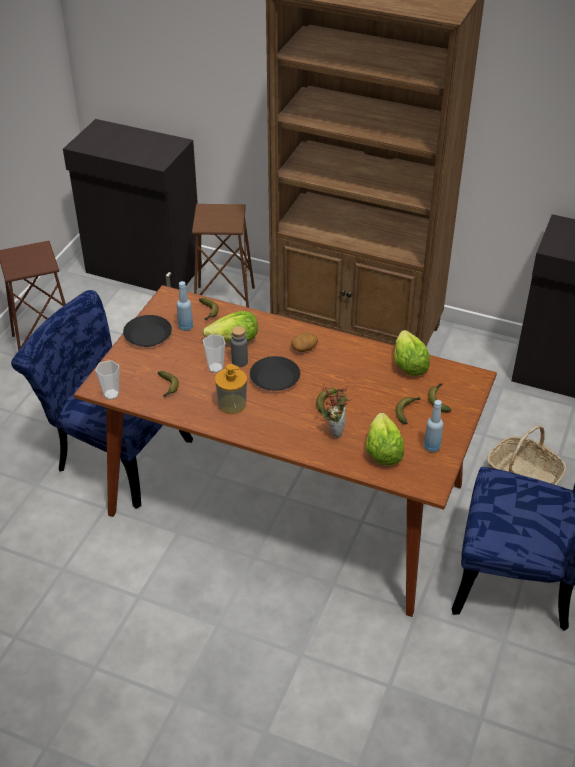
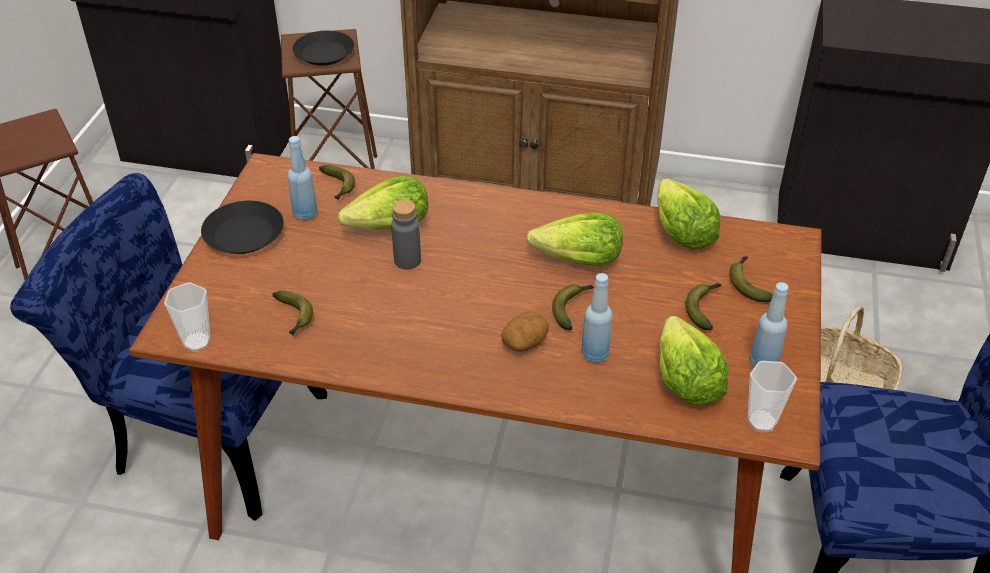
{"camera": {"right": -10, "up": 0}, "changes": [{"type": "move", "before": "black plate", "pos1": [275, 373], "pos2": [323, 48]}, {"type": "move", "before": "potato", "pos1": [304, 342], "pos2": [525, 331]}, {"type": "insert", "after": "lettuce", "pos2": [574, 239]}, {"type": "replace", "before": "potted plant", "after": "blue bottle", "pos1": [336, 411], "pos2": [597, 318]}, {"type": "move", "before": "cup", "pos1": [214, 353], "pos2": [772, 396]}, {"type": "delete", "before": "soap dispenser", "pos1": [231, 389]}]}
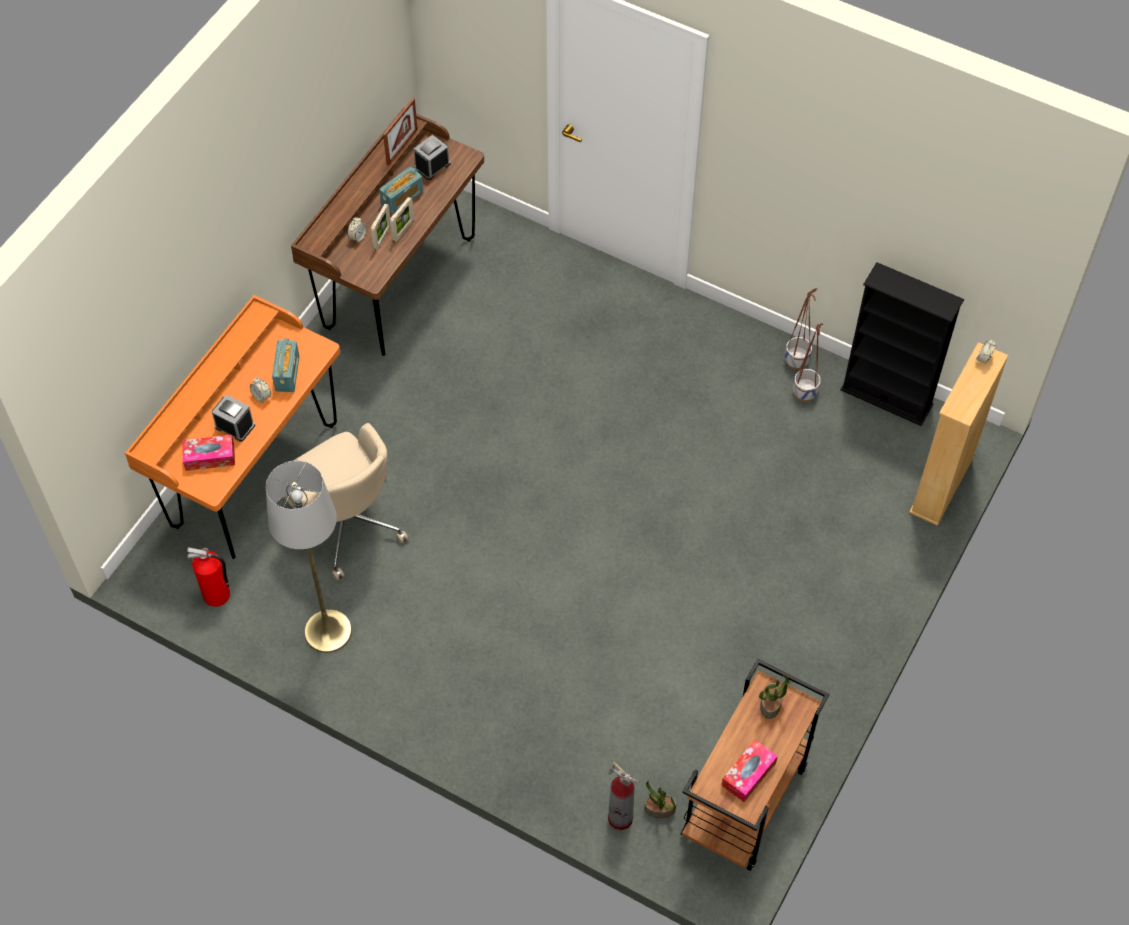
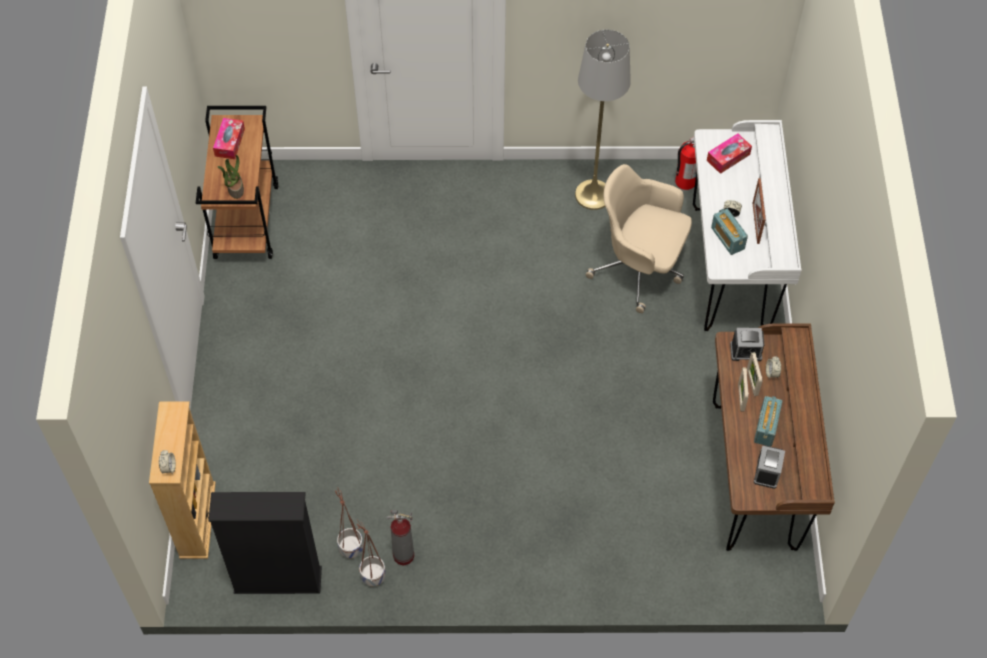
{"camera": {"right": 150, "up": 0}, "changes": [{"type": "move", "before": "fire extinguisher", "pos1": [623, 796], "pos2": [400, 538]}, {"type": "recolor", "before": "orange desk", "after": "white desk", "pos1": [232, 427], "pos2": [747, 225]}, {"type": "move", "before": "alarm clock", "pos1": [233, 418], "pos2": [747, 344]}, {"type": "move", "before": "picture frame", "pos1": [400, 131], "pos2": [759, 211]}, {"type": "delete", "before": "potted plant", "pos1": [660, 799]}]}
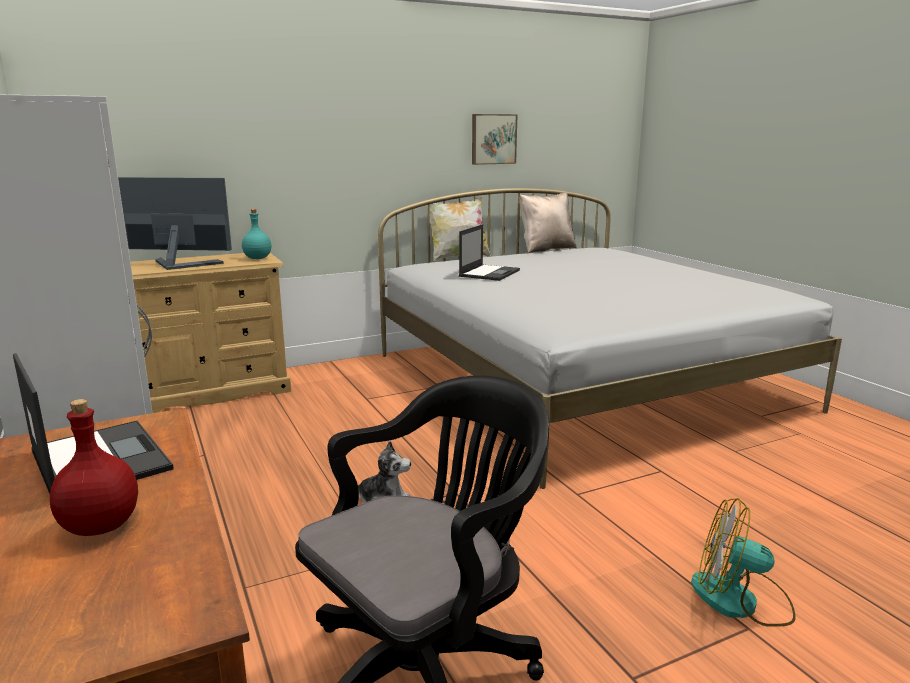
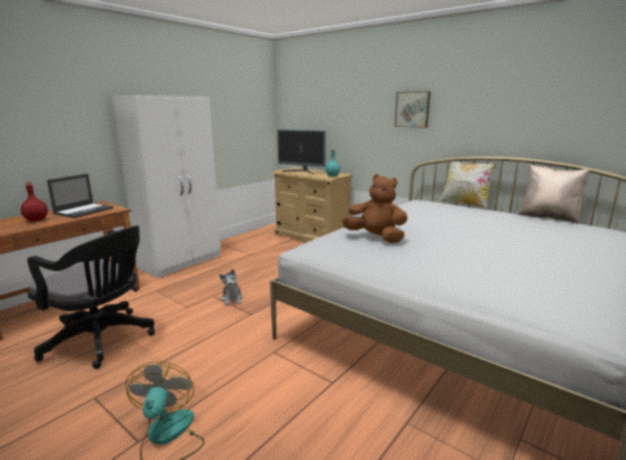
{"camera": {"right": 65, "up": 0}, "changes": [{"type": "rotate", "before": "monitor", "pos1": [175, 223], "pos2": [301, 152], "turn": 135}, {"type": "insert", "after": "brown plush toy", "pos2": [375, 208]}, {"type": "move", "before": "picture", "pos1": [494, 139], "pos2": [413, 109]}, {"type": "delete", "before": "laptop", "pos1": [489, 252]}]}
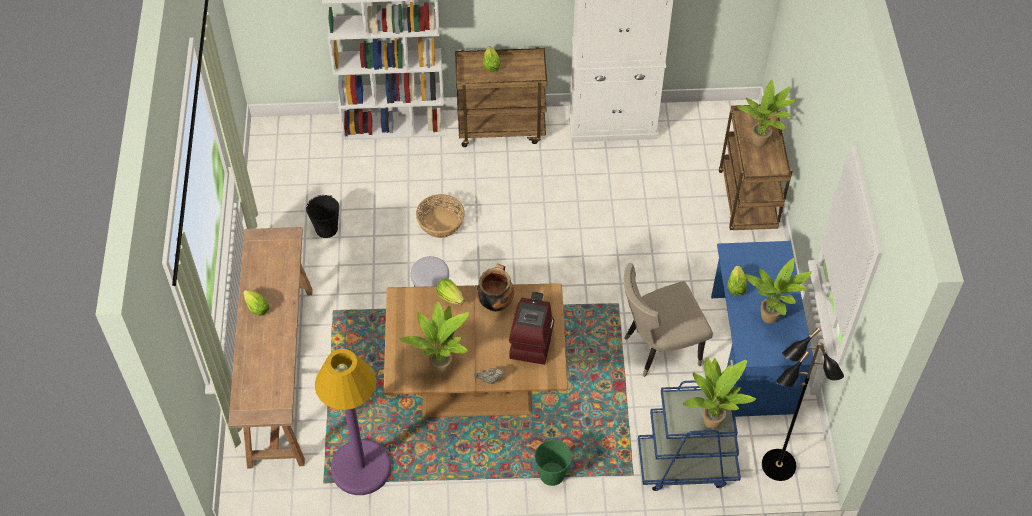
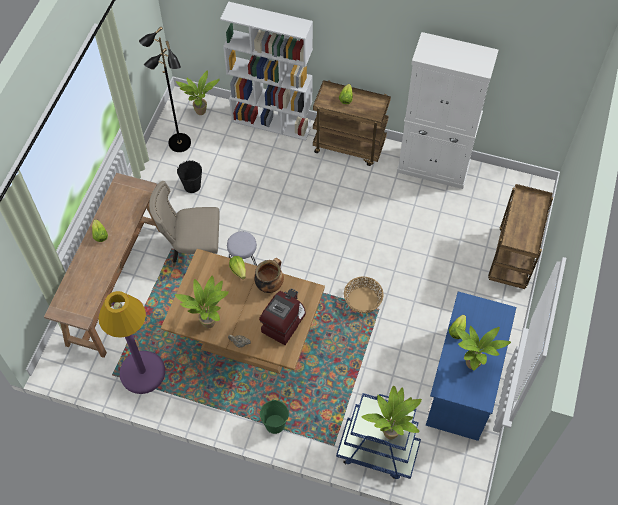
{"camera": {"right": 20, "up": 5}, "changes": [{"type": "move", "before": "black floor lamp", "pos1": [803, 404], "pos2": [165, 89]}, {"type": "move", "before": "beige chair", "pos1": [668, 320], "pos2": [184, 224]}, {"type": "move", "before": "potted plant", "pos1": [766, 113], "pos2": [198, 92]}, {"type": "move", "before": "basket", "pos1": [440, 216], "pos2": [364, 294]}]}
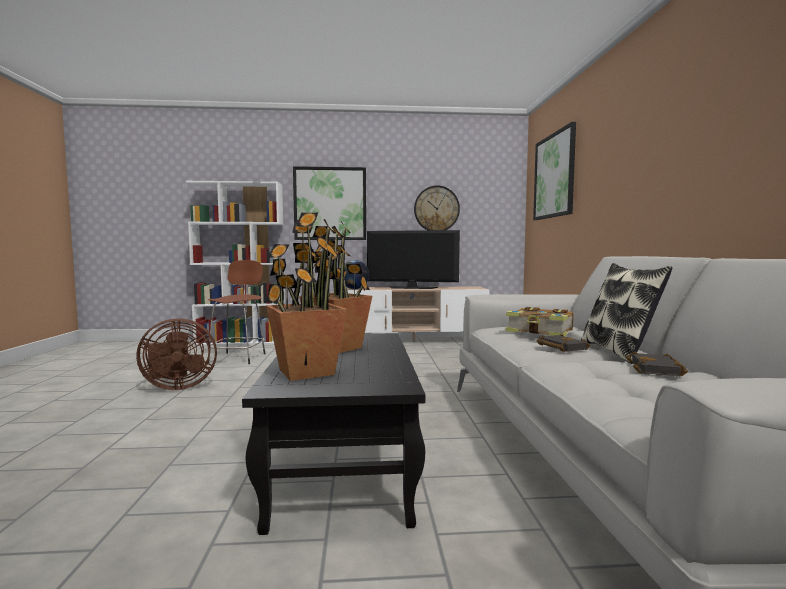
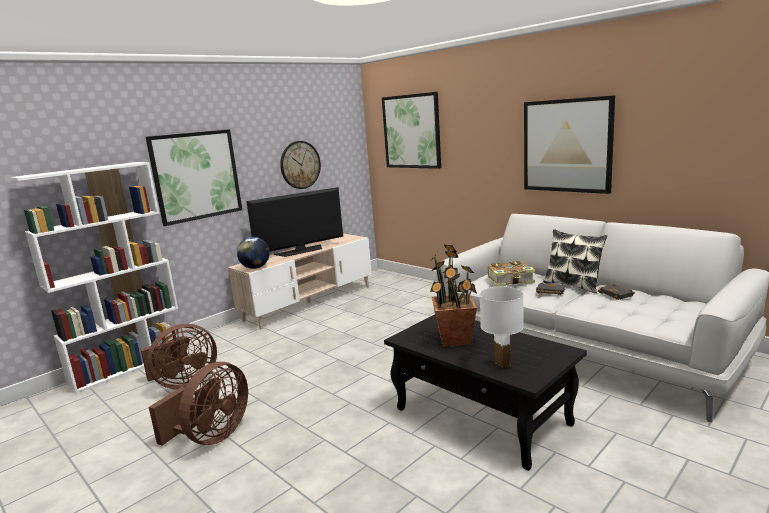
{"camera": {"right": -40, "up": 10}, "changes": [{"type": "replace", "before": "brown stool", "after": "brown fan", "pos1": [236, 312], "pos2": [178, 357]}, {"type": "replace", "before": "potted plant", "after": "white table lamp", "pos1": [306, 297], "pos2": [502, 327]}, {"type": "insert", "after": "picture", "pos2": [569, 144]}]}
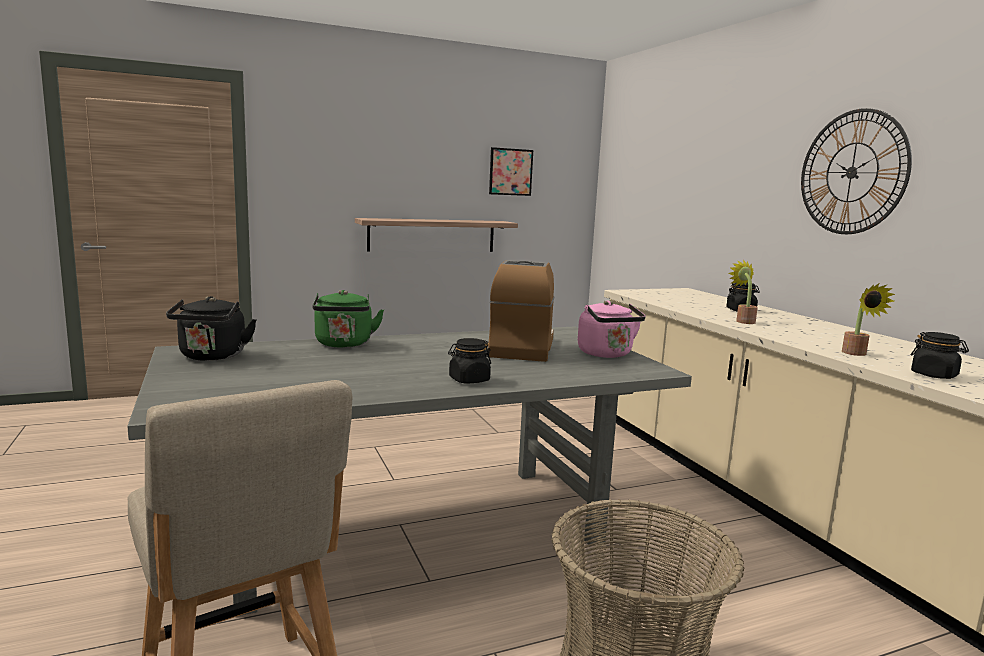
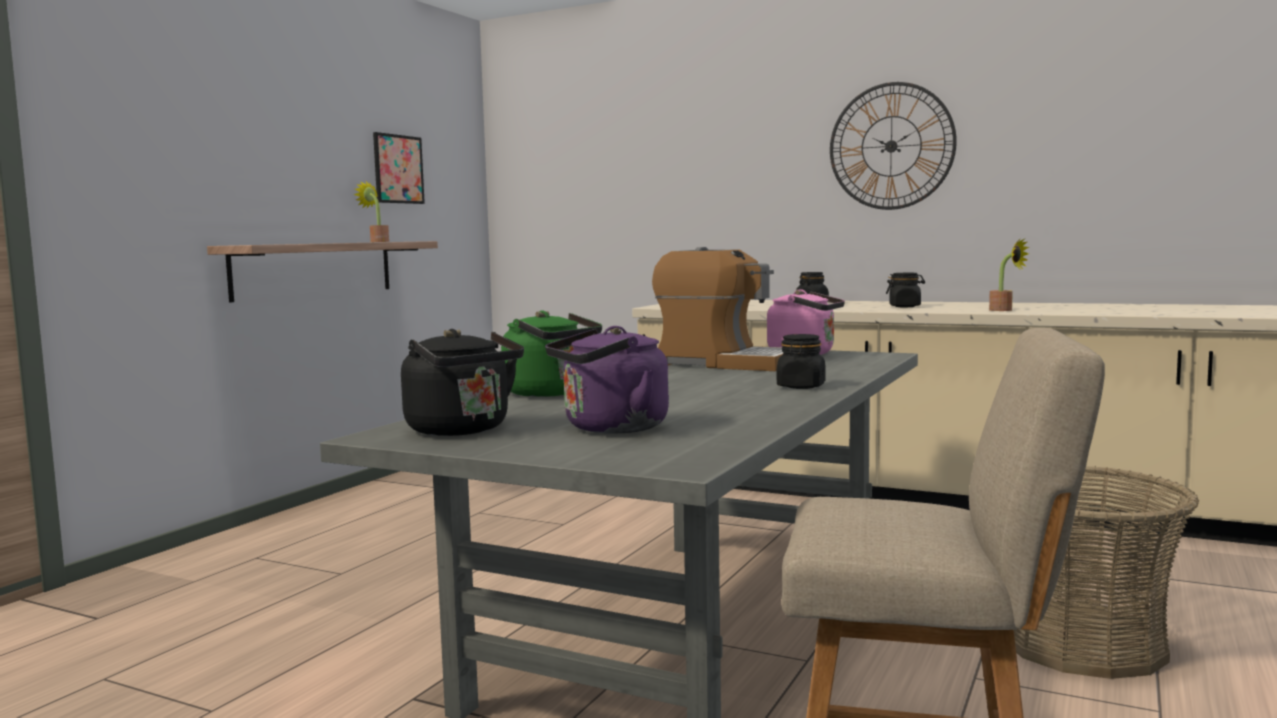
{"camera": {"right": -40, "up": -5}, "changes": [{"type": "move", "before": "potted plant", "pos1": [743, 292], "pos2": [371, 211]}, {"type": "insert", "after": "purple kettle", "pos2": [607, 380]}, {"type": "rotate", "before": "coffee machine", "pos1": [521, 311], "pos2": [717, 309], "turn": 150}, {"type": "move", "before": "black jar", "pos1": [940, 355], "pos2": [905, 290]}]}
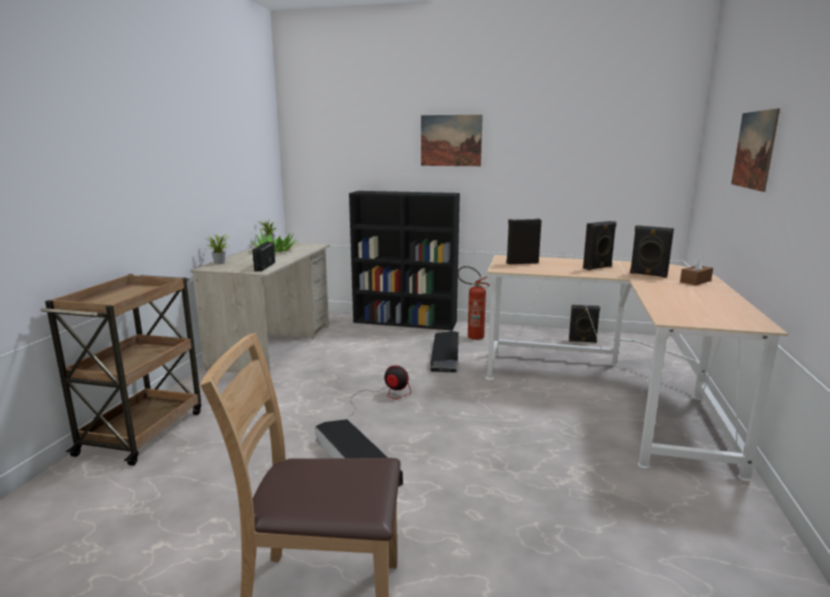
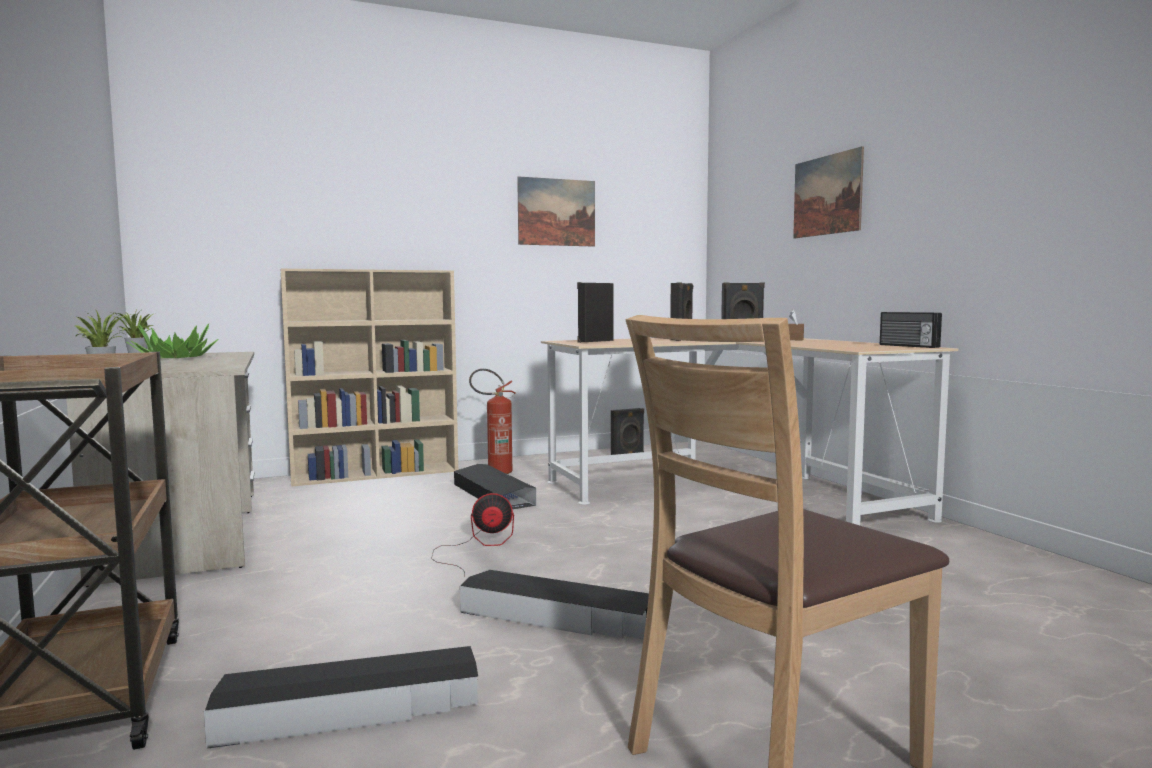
{"camera": {"right": -35, "up": -10}, "changes": [{"type": "insert", "after": "black storage box", "pos2": [341, 697]}, {"type": "recolor", "before": "black bookcase", "after": "beige bookcase", "pos1": [404, 261], "pos2": [369, 378]}, {"type": "move", "before": "picture", "pos1": [452, 140], "pos2": [556, 211]}, {"type": "move", "before": "radio", "pos1": [263, 256], "pos2": [911, 330]}]}
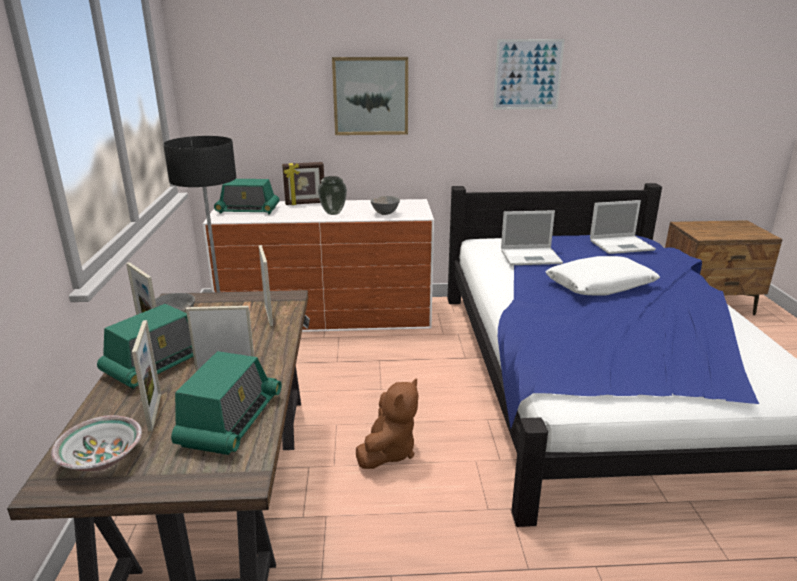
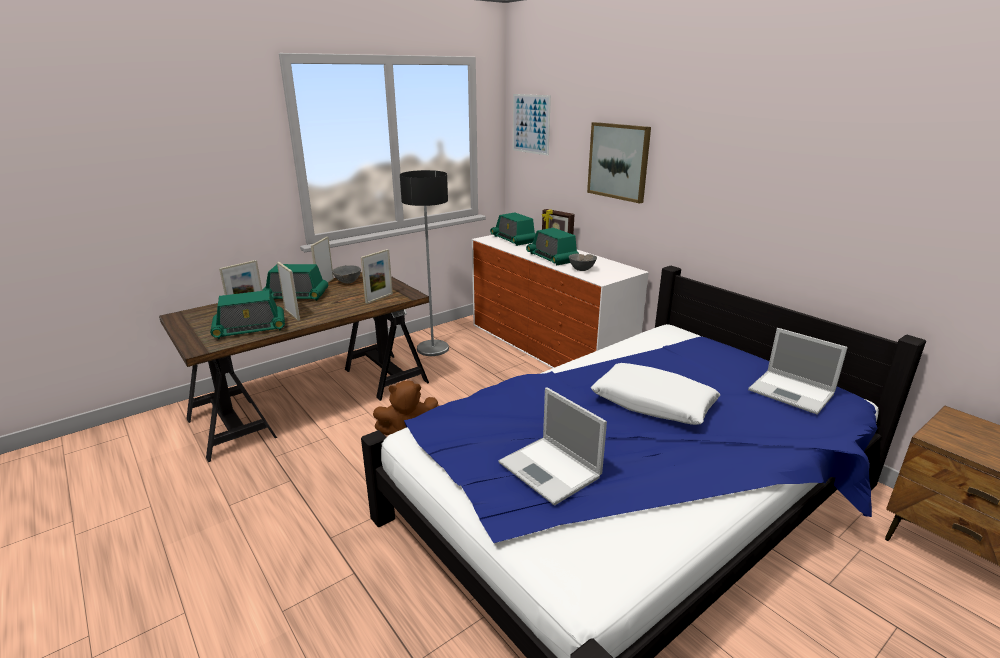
{"camera": {"right": 55, "up": 0}, "changes": [{"type": "move", "before": "laptop", "pos1": [532, 237], "pos2": [552, 446]}, {"type": "move", "before": "picture", "pos1": [529, 74], "pos2": [532, 125]}, {"type": "replace", "before": "vase", "after": "radio", "pos1": [332, 195], "pos2": [552, 246]}, {"type": "delete", "before": "bowl", "pos1": [96, 443]}]}
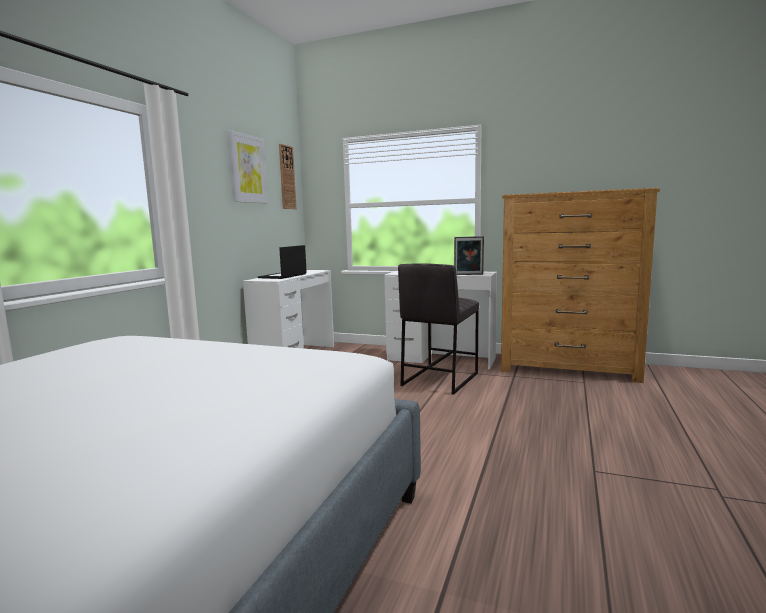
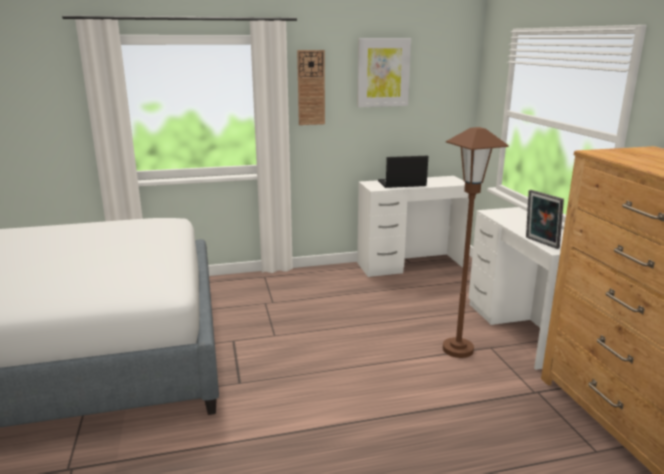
{"camera": {"right": 55, "up": 10}, "changes": [{"type": "move", "before": "wall clock", "pos1": [288, 176], "pos2": [311, 87]}, {"type": "replace", "before": "grey stool", "after": "brown floor lamp", "pos1": [438, 329], "pos2": [476, 242]}]}
